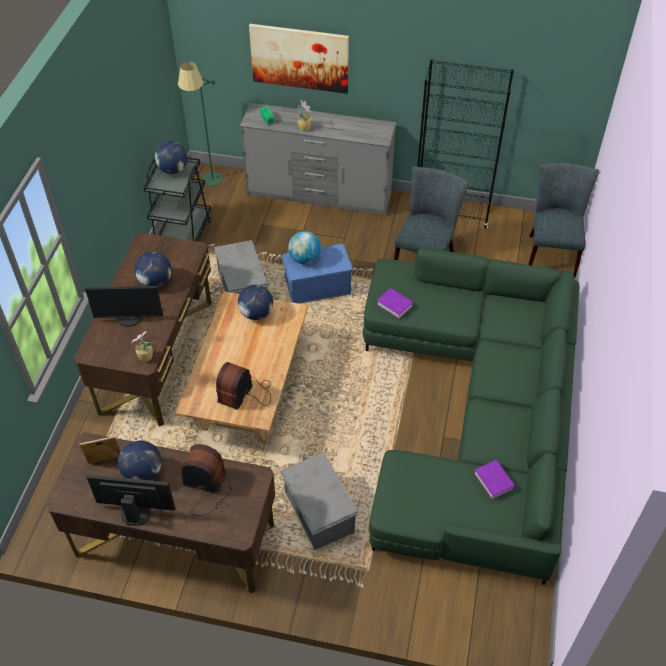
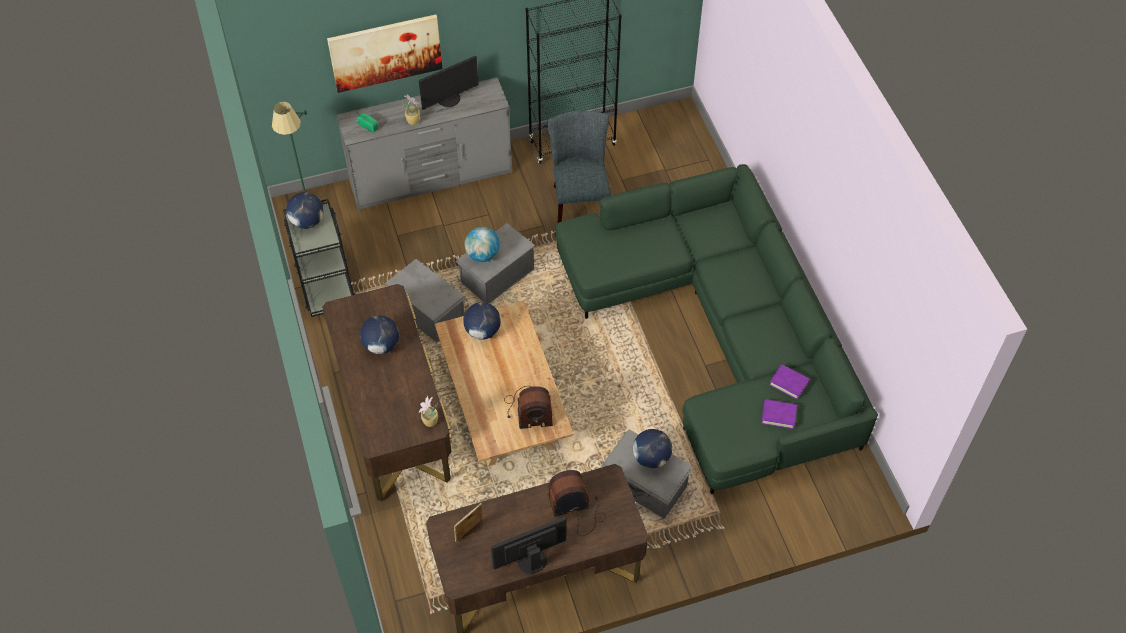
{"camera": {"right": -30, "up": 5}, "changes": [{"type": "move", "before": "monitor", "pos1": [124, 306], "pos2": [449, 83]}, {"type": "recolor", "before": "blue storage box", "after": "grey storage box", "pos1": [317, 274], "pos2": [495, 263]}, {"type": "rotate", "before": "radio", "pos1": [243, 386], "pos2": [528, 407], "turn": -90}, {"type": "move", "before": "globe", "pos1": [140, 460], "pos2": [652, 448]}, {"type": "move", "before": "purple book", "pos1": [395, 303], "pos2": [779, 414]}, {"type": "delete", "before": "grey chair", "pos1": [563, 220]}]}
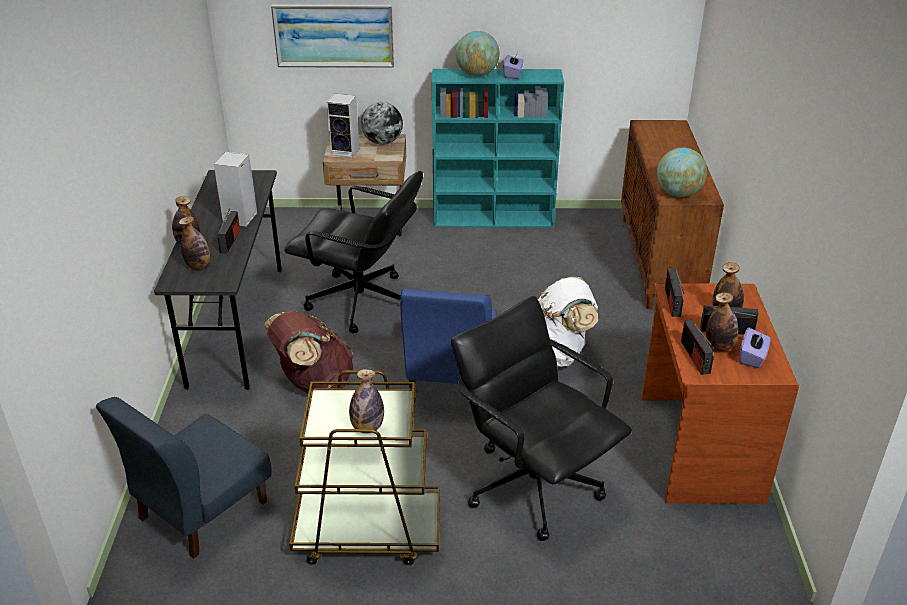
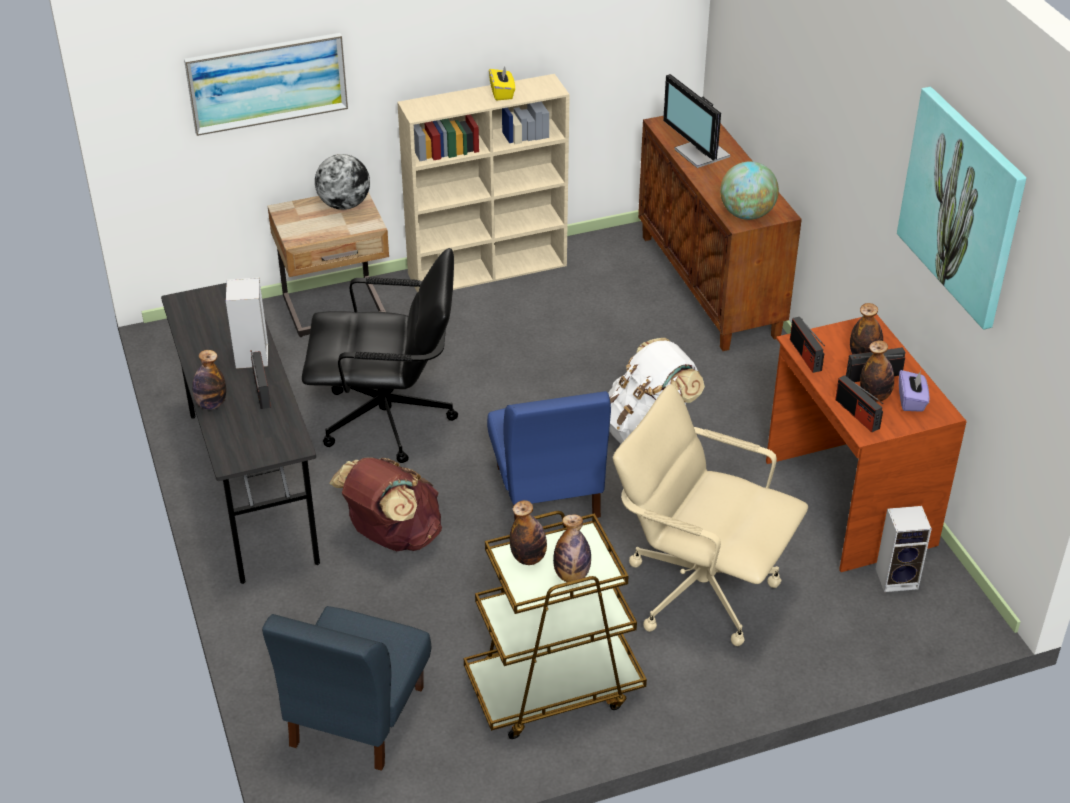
{"camera": {"right": -20, "up": 5}, "changes": [{"type": "recolor", "before": "turquoise bookcase", "after": "beige bookcase", "pos1": [498, 148], "pos2": [483, 183]}, {"type": "recolor", "before": "purple tissue box", "after": "yellow tissue box", "pos1": [513, 66], "pos2": [502, 83]}, {"type": "move", "before": "bottle", "pos1": [194, 242], "pos2": [528, 532]}, {"type": "recolor", "before": "black office chair", "after": "beige office chair", "pos1": [541, 418], "pos2": [710, 515]}, {"type": "insert", "after": "monitor", "pos2": [696, 121]}, {"type": "move", "before": "speaker", "pos1": [342, 125], "pos2": [904, 549]}, {"type": "insert", "after": "picture", "pos2": [962, 208]}, {"type": "delete", "before": "globe", "pos1": [477, 53]}]}
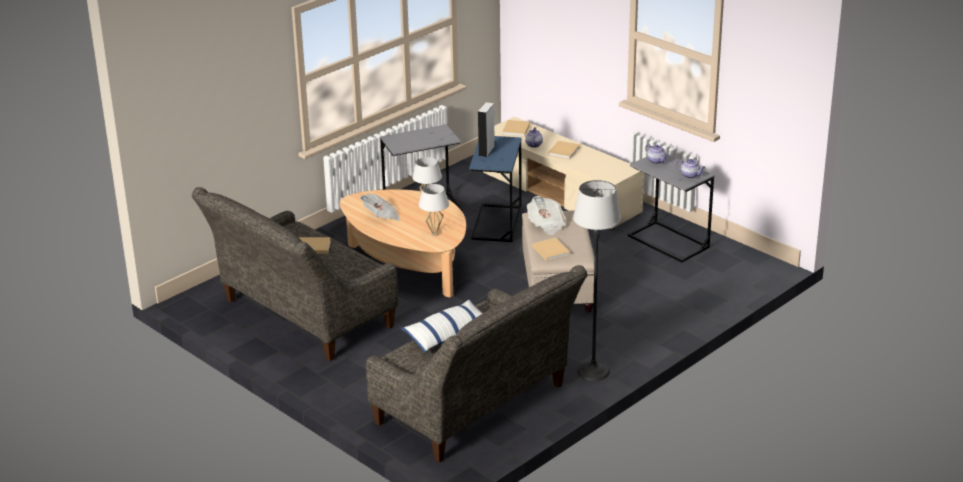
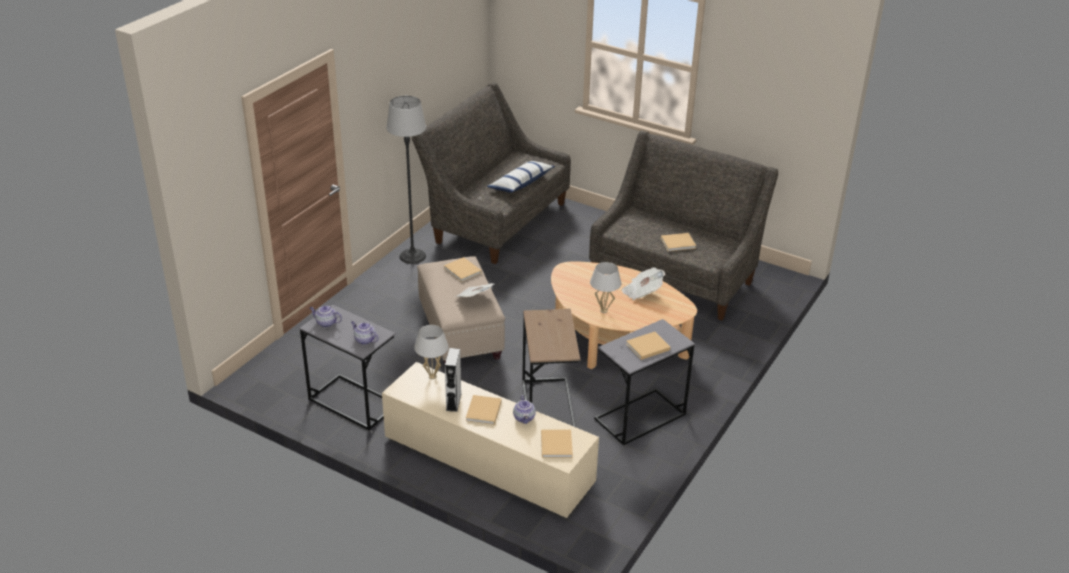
{"camera": {"right": 165, "up": 5}, "changes": [{"type": "move", "before": "white table lamp", "pos1": [434, 210], "pos2": [431, 352]}, {"type": "move", "before": "grey speaker", "pos1": [486, 129], "pos2": [453, 380]}, {"type": "recolor", "before": "blue side table", "after": "brown side table", "pos1": [495, 189], "pos2": [551, 368]}, {"type": "insert", "after": "beige book", "pos2": [648, 346]}]}
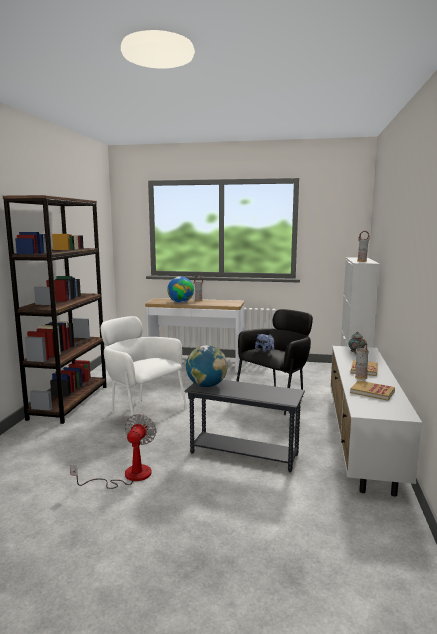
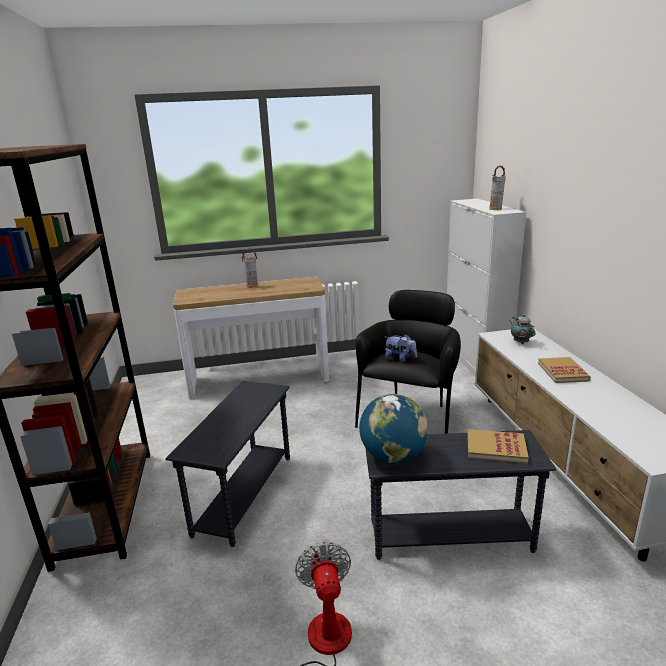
{"camera": {"right": -20, "up": 10}, "changes": [{"type": "replace", "before": "white armchair", "after": "grey side table", "pos1": [144, 370], "pos2": [228, 464]}, {"type": "move", "before": "book", "pos1": [372, 390], "pos2": [498, 446]}, {"type": "delete", "before": "globe", "pos1": [180, 290]}, {"type": "delete", "before": "vase", "pos1": [362, 359]}]}
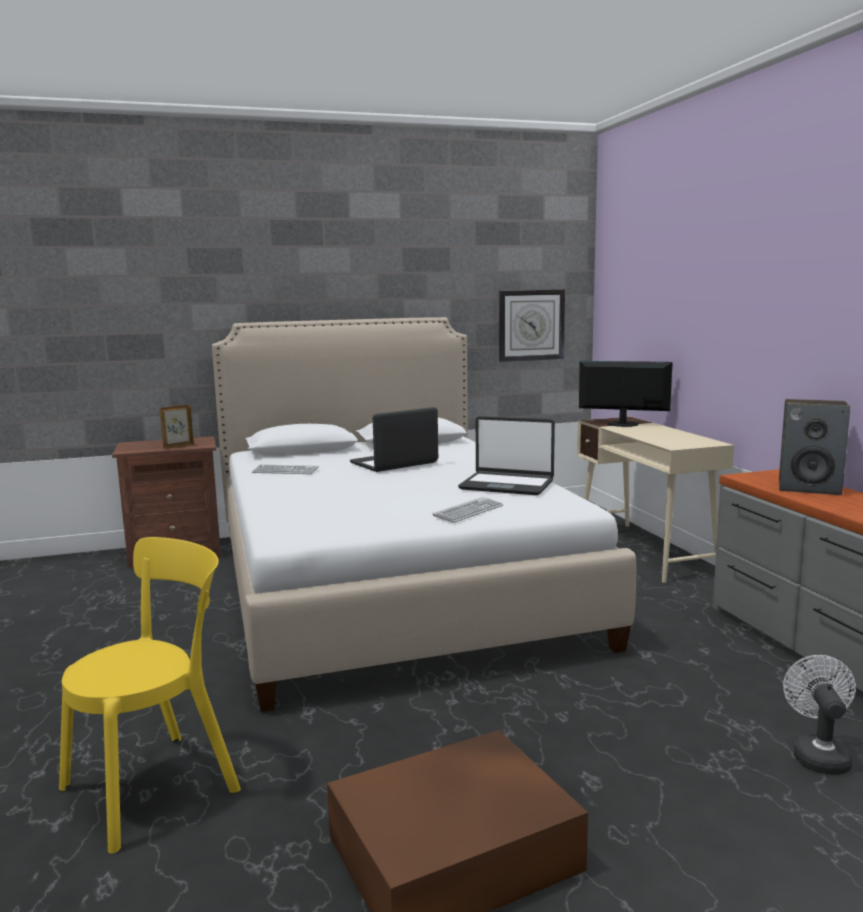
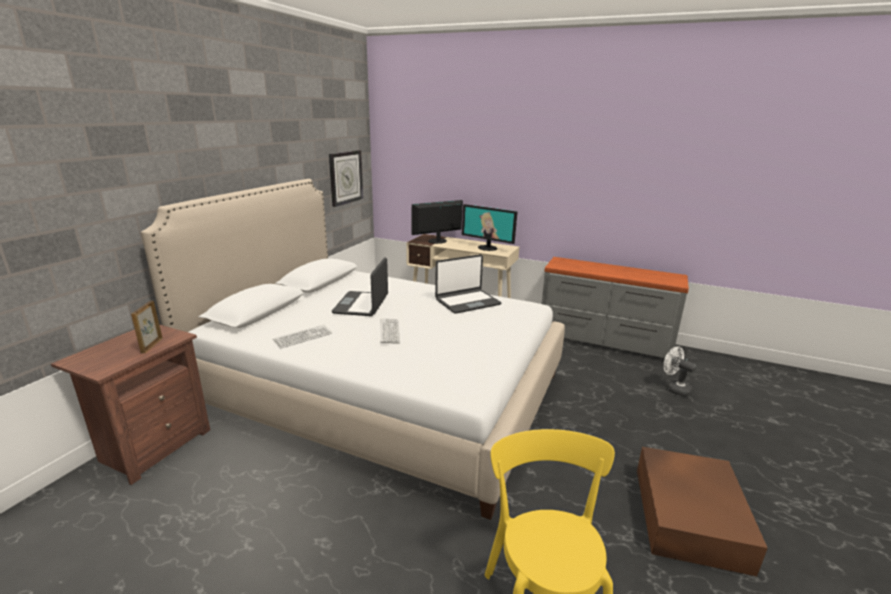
{"camera": {"right": -50, "up": 10}, "changes": [{"type": "move", "before": "keyboard", "pos1": [468, 510], "pos2": [390, 331]}, {"type": "insert", "after": "monitor", "pos2": [490, 227]}, {"type": "delete", "before": "speaker", "pos1": [814, 447]}]}
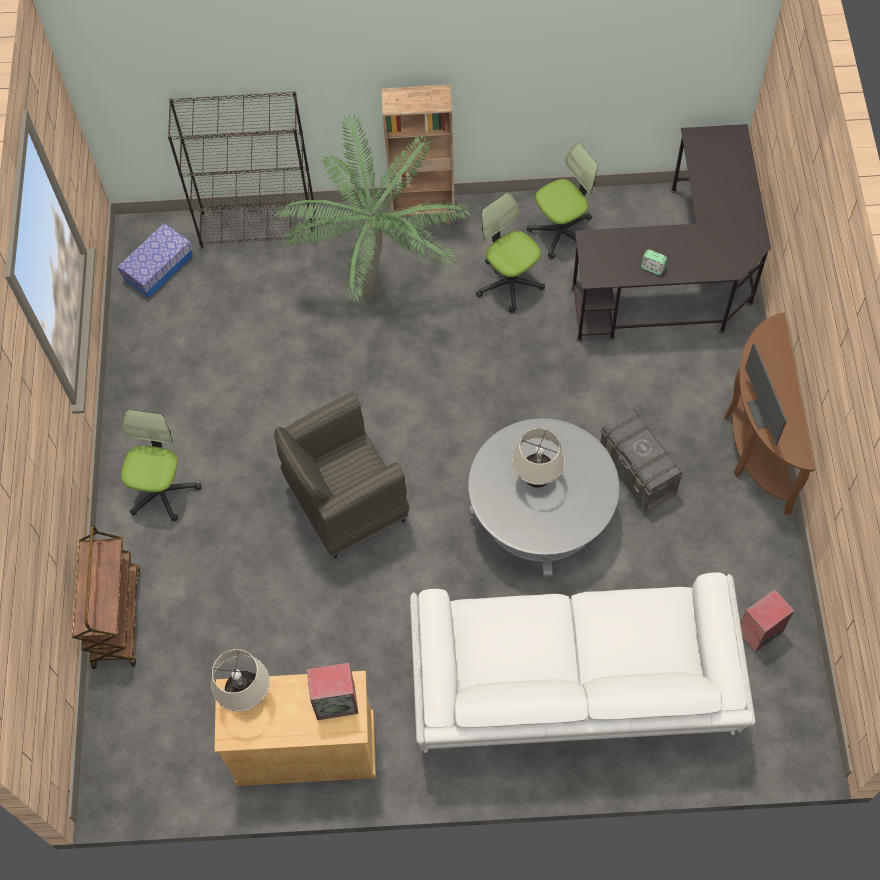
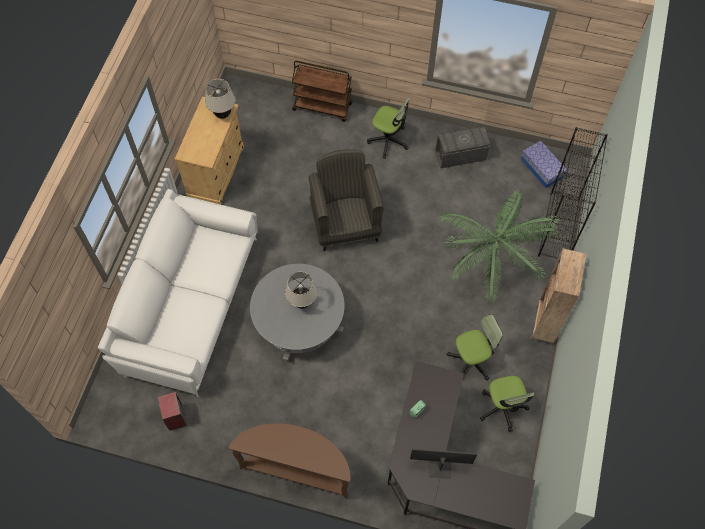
{"camera": {"right": 105, "up": 0}, "changes": [{"type": "move", "before": "monitor", "pos1": [766, 394], "pos2": [443, 463]}, {"type": "move", "before": "grey storage box", "pos1": [642, 460], "pos2": [462, 147]}, {"type": "delete", "before": "speaker", "pos1": [332, 691]}]}
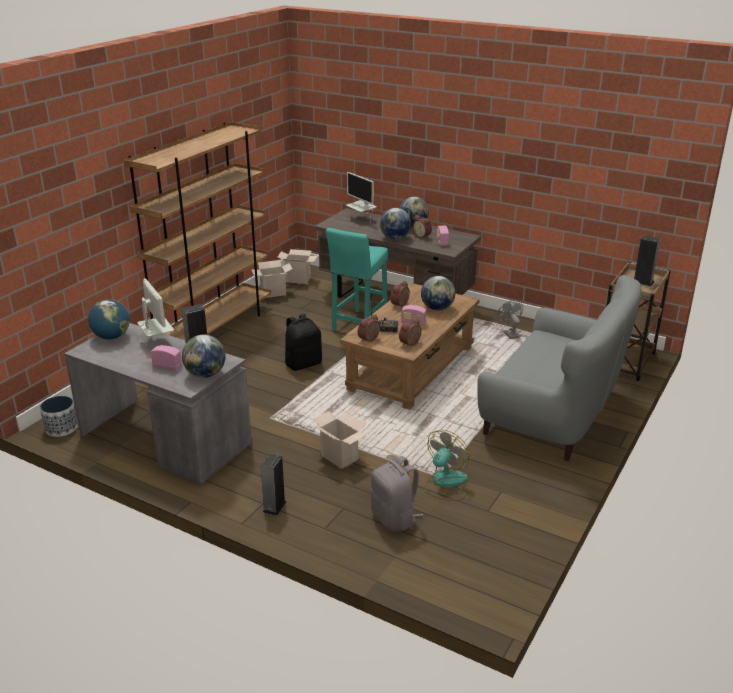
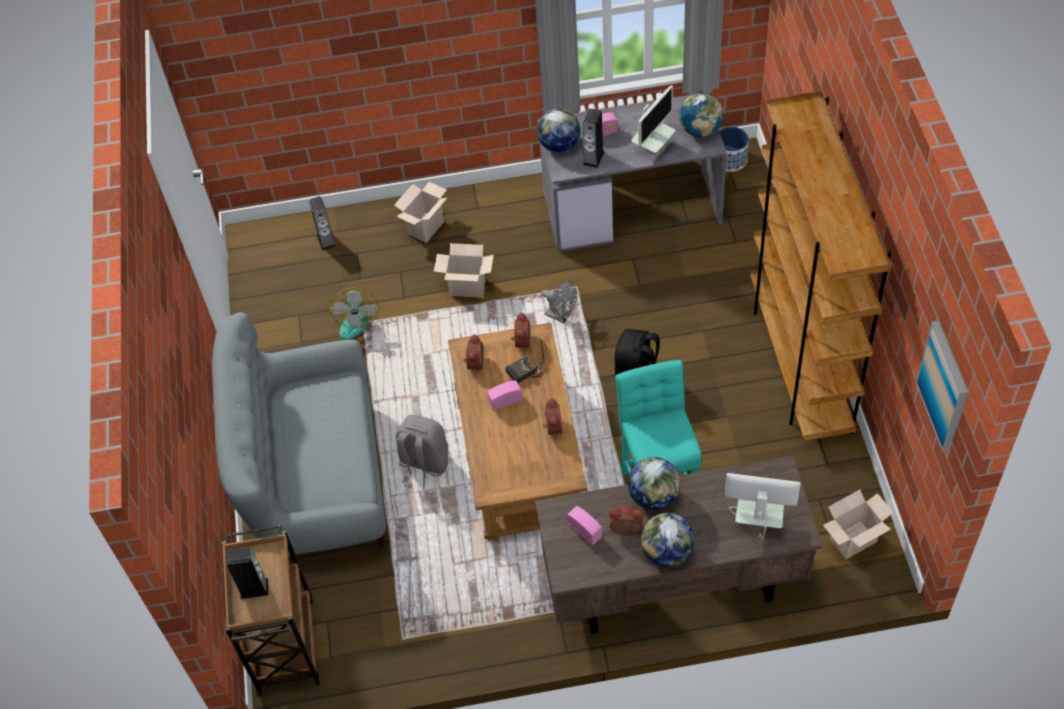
{"camera": {"right": 145, "up": 25}, "changes": [{"type": "move", "before": "speaker", "pos1": [273, 484], "pos2": [322, 223]}, {"type": "move", "before": "cardboard box", "pos1": [272, 279], "pos2": [420, 212]}, {"type": "move", "before": "grey backpack", "pos1": [397, 494], "pos2": [422, 452]}, {"type": "move", "before": "grey fan", "pos1": [510, 319], "pos2": [559, 301]}, {"type": "rotate", "before": "monitor", "pos1": [155, 312], "pos2": [653, 119], "turn": -75}, {"type": "insert", "after": "picture", "pos2": [942, 386]}, {"type": "delete", "before": "globe", "pos1": [438, 293]}]}
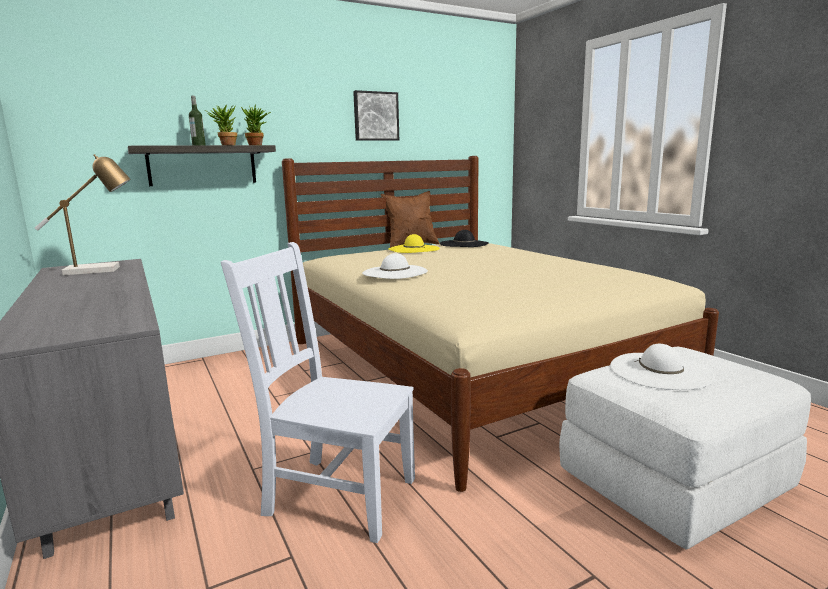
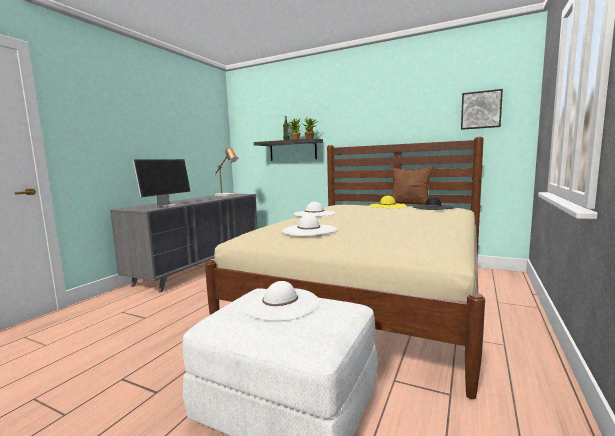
{"camera": {"right": 55, "up": -5}, "changes": [{"type": "insert", "after": "monitor", "pos2": [161, 183]}, {"type": "insert", "after": "white hat", "pos2": [309, 225]}, {"type": "move", "before": "picture", "pos1": [376, 115], "pos2": [482, 109]}, {"type": "delete", "before": "white chair", "pos1": [318, 392]}]}
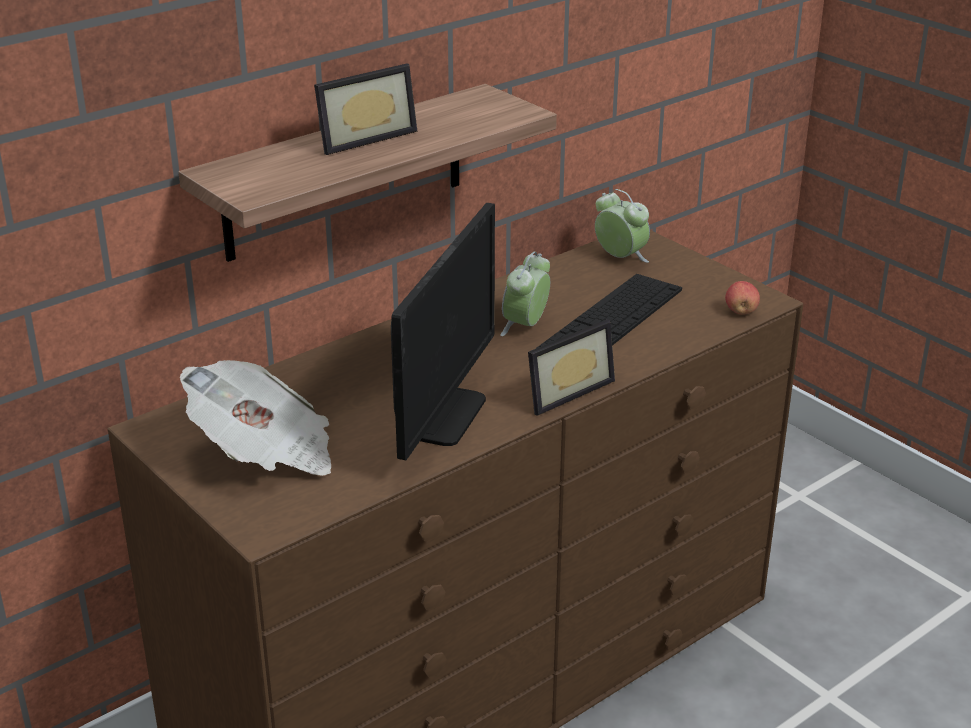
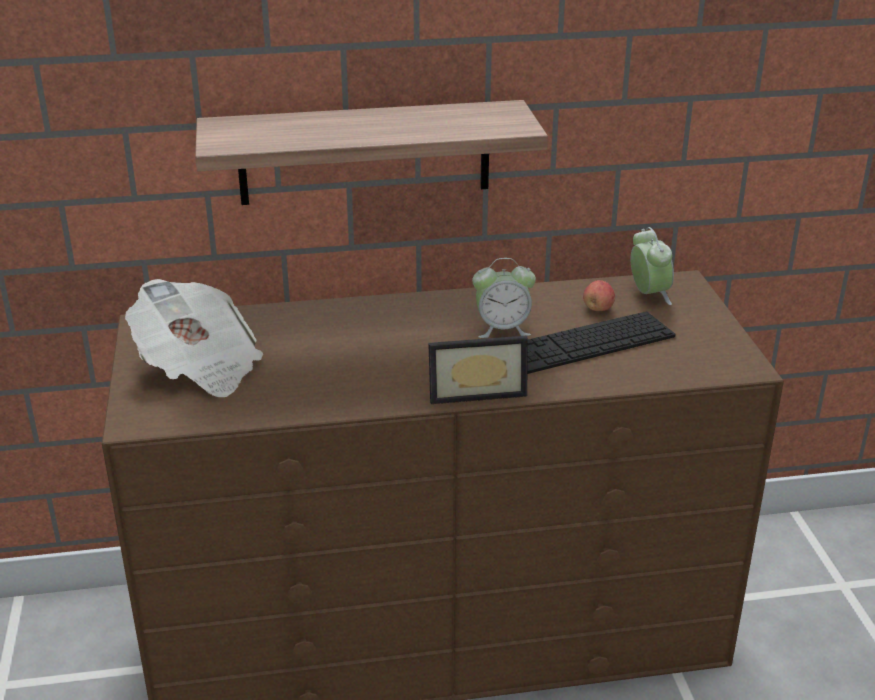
{"camera": {"right": 30, "up": 0}, "changes": [{"type": "rotate", "before": "alarm clock", "pos1": [525, 294], "pos2": [504, 298], "turn": -150}, {"type": "move", "before": "apple", "pos1": [742, 297], "pos2": [599, 295]}, {"type": "delete", "before": "picture frame", "pos1": [365, 109]}, {"type": "delete", "before": "monitor", "pos1": [443, 331]}]}
